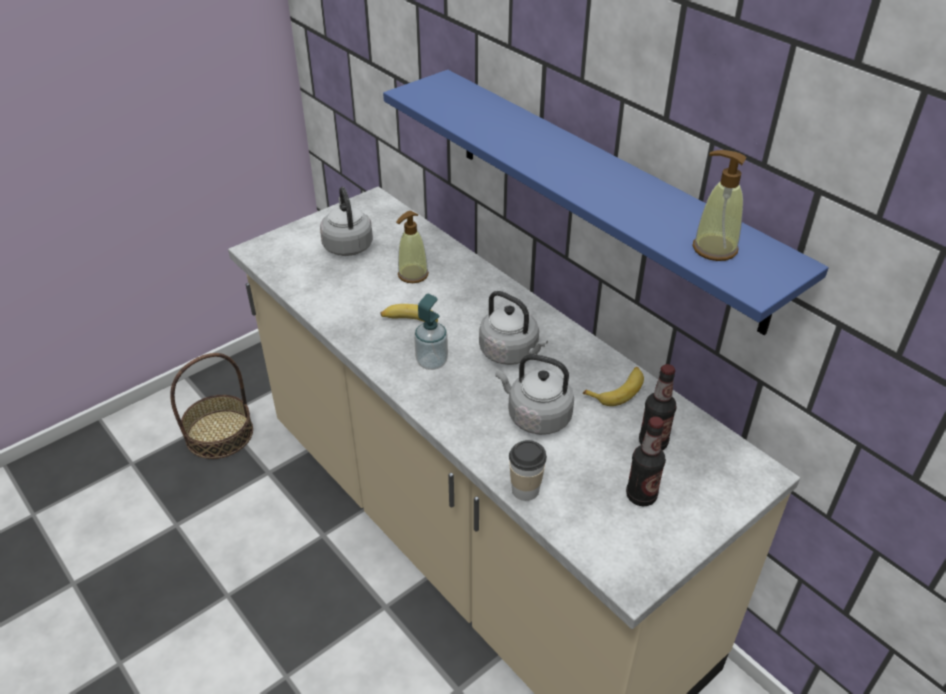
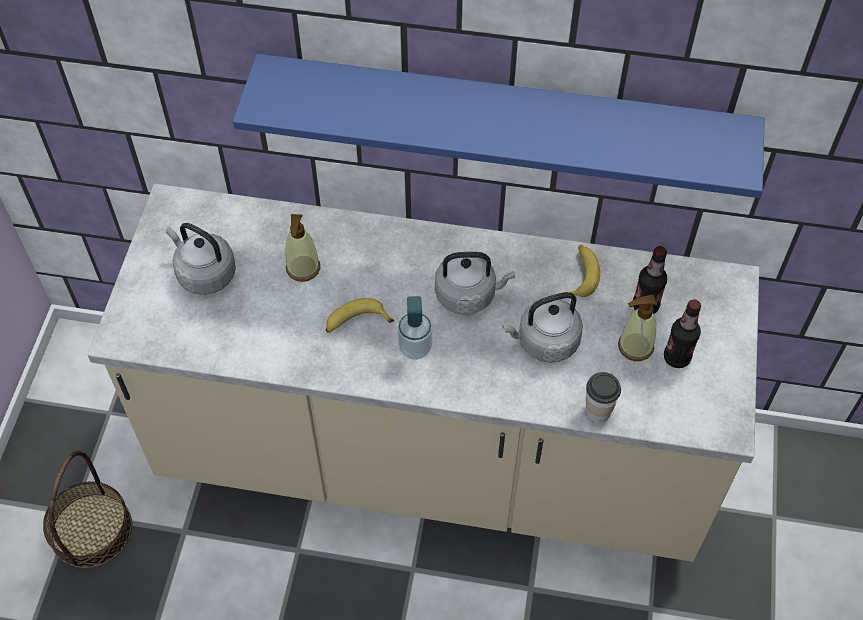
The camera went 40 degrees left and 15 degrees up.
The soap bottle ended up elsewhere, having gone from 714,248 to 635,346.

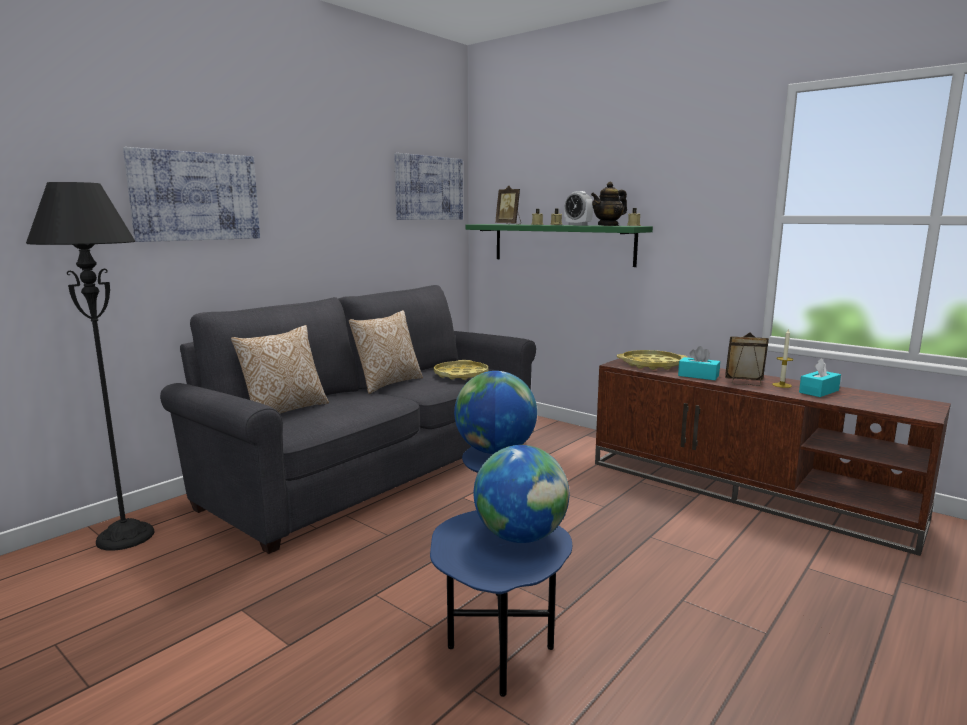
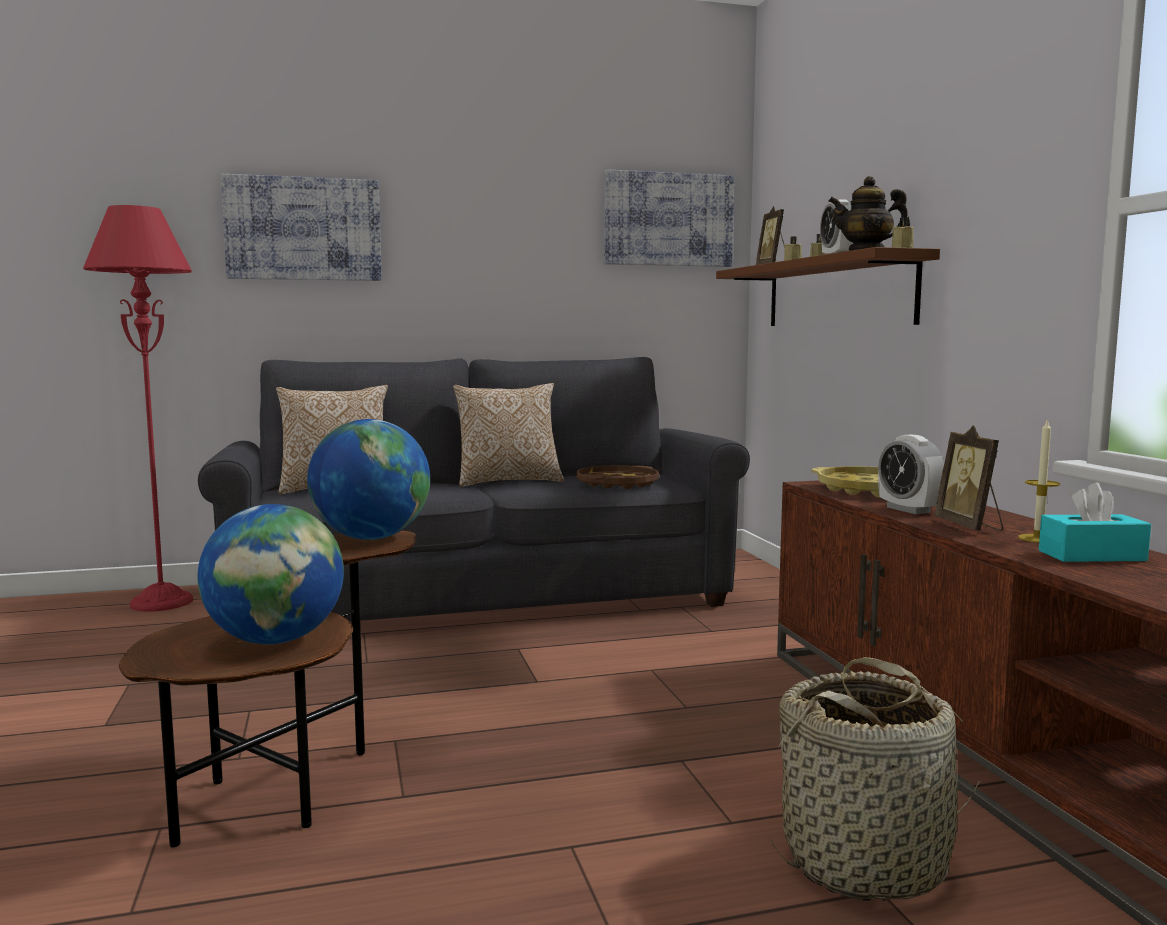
The camera went 35 degrees right and 5 degrees down.
The second view gained the basket at 866,860.
Where the turquoise tissue box stood at 698,376, the bedside clock came to stand at 908,510.
What was the black-coloured standing lamp at 125,537 turned into the reddish standing lamp at 162,602.
What was the bluish end table at 498,632 turned into the brownish end table at 286,789.
What was the yellow-coloured serving tray at 461,375 turned into the brownish serving tray at 617,484.
What was the green-coloured wall shelf at 561,244 turned into the brownish wall shelf at 836,293.
The standing frame at 744,382 ended up facing another way, 150 degrees counterclockwise from before.

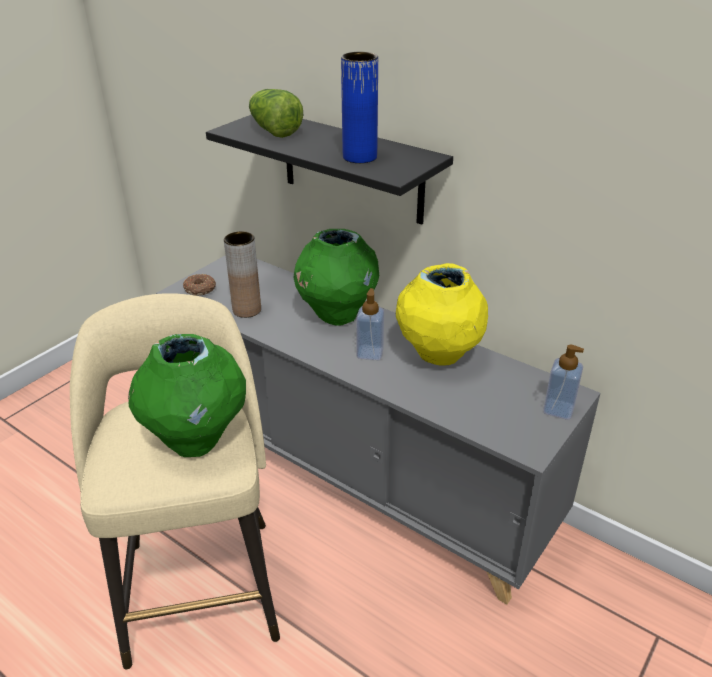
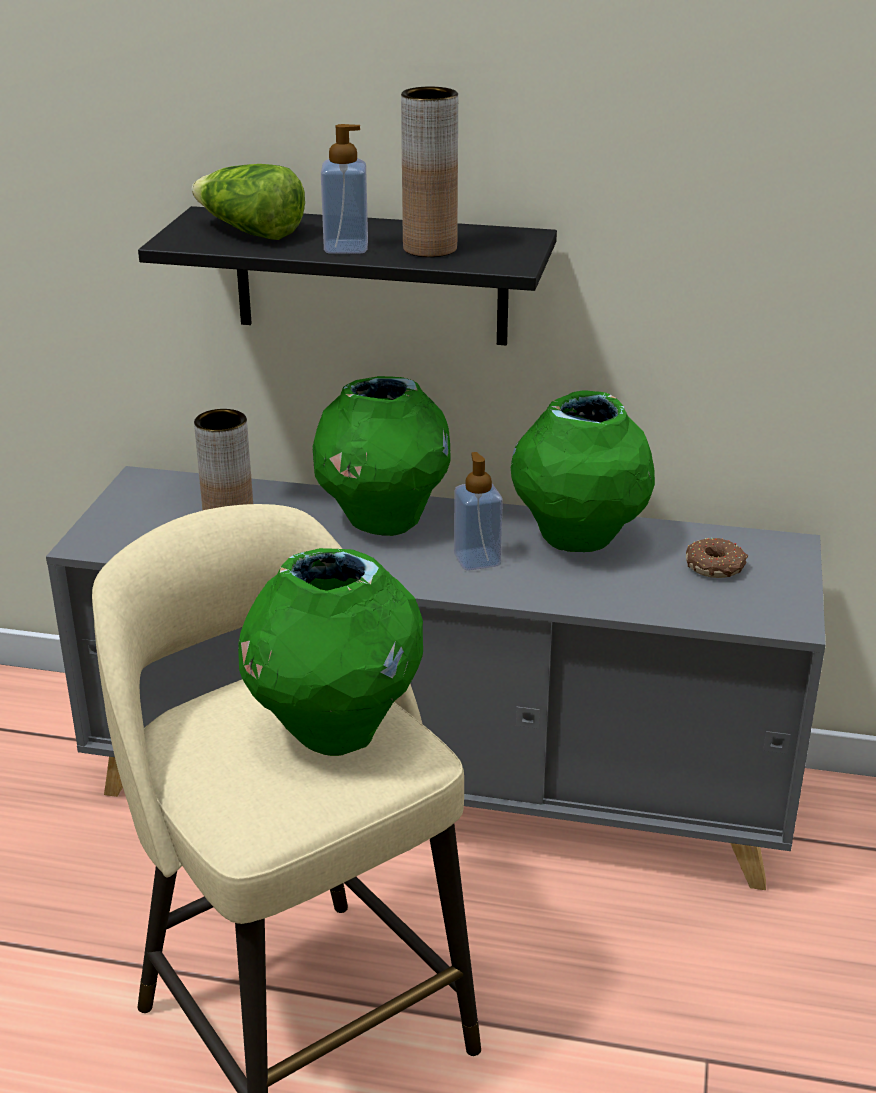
The camera went 25 degrees left and 5 degrees down.
The doughnut ended up elsewhere, having gone from 200,289 to 716,567.
The soap bottle ended up elsewhere, having gone from 558,409 to 346,248.
What was the bluish decorative vase at 359,157 turned into the brownish decorative vase at 430,249.
What was the yellow-coloured decorative vase at 439,356 turned into the green-coloured decorative vase at 578,540.

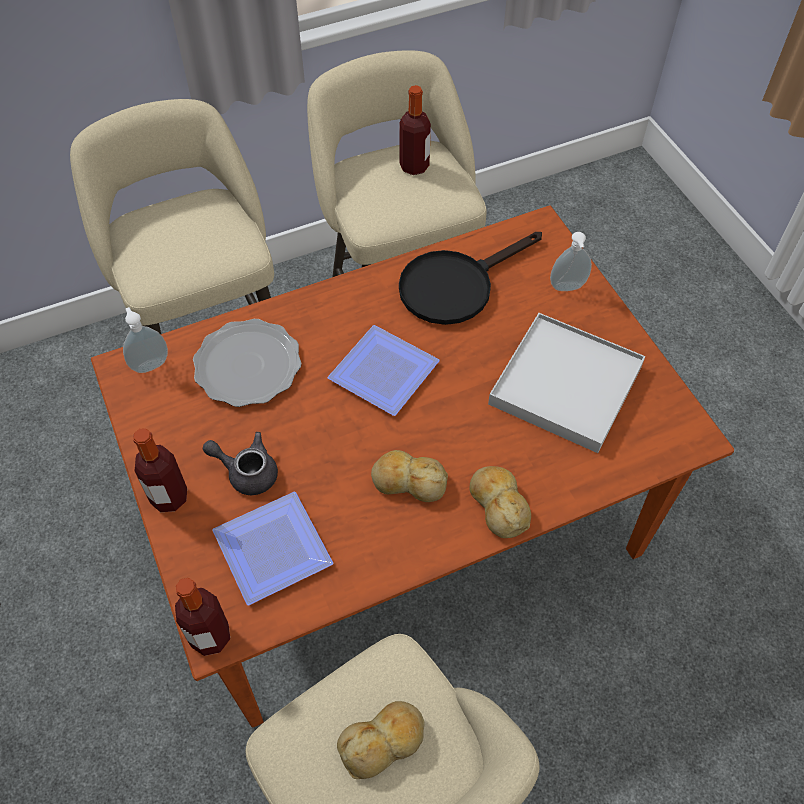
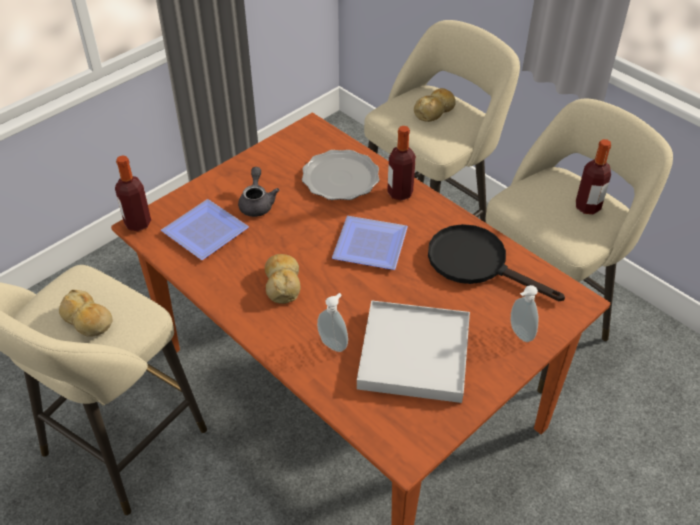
The camera went 70 degrees right and 10 degrees down.
The soap bottle ended up elsewhere, having gone from 150,364 to 334,343.
The drink bottle ended up elsewhere, having gone from 169,497 to 400,193.
The baked bread ended up elsewhere, having gone from 498,505 to 435,110.

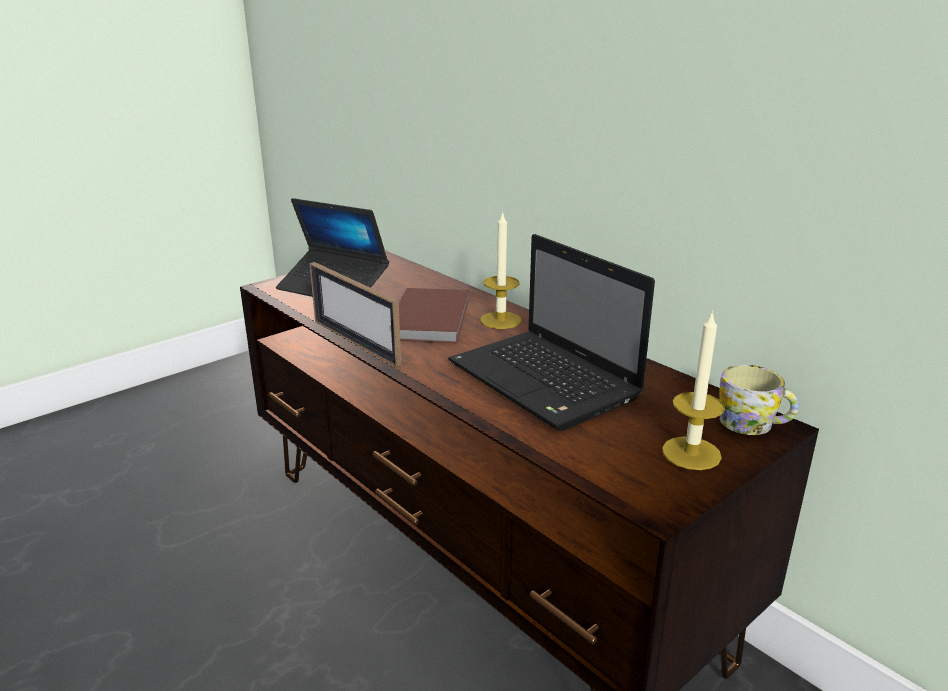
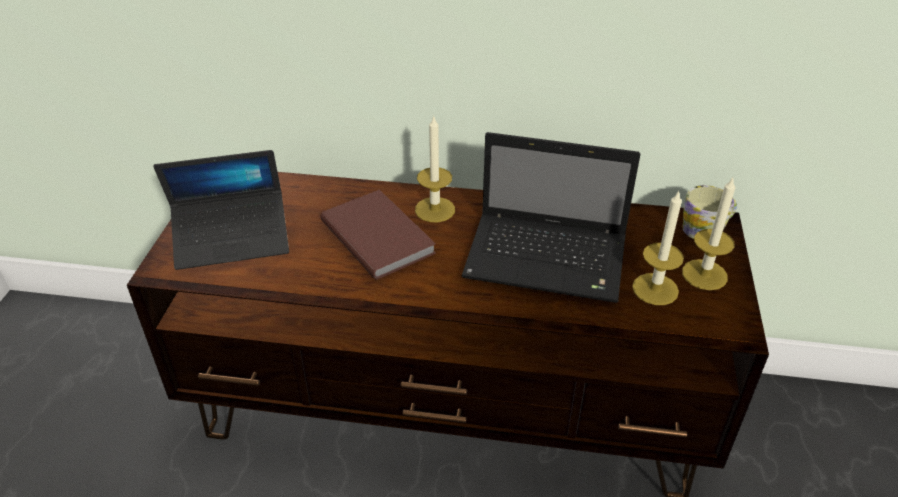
The camera went 40 degrees left and 15 degrees up.
The second view lost the standing frame at 355,342.
The second view gained the wax candle at 655,289.

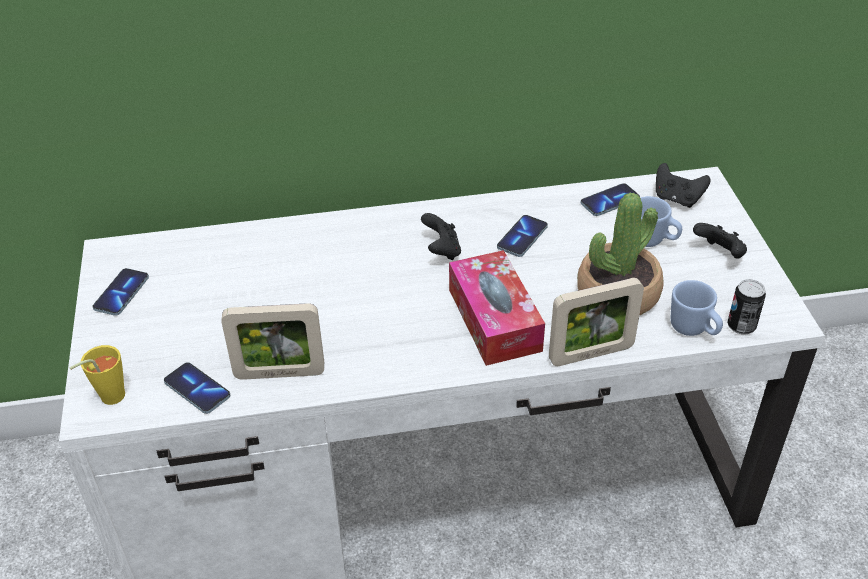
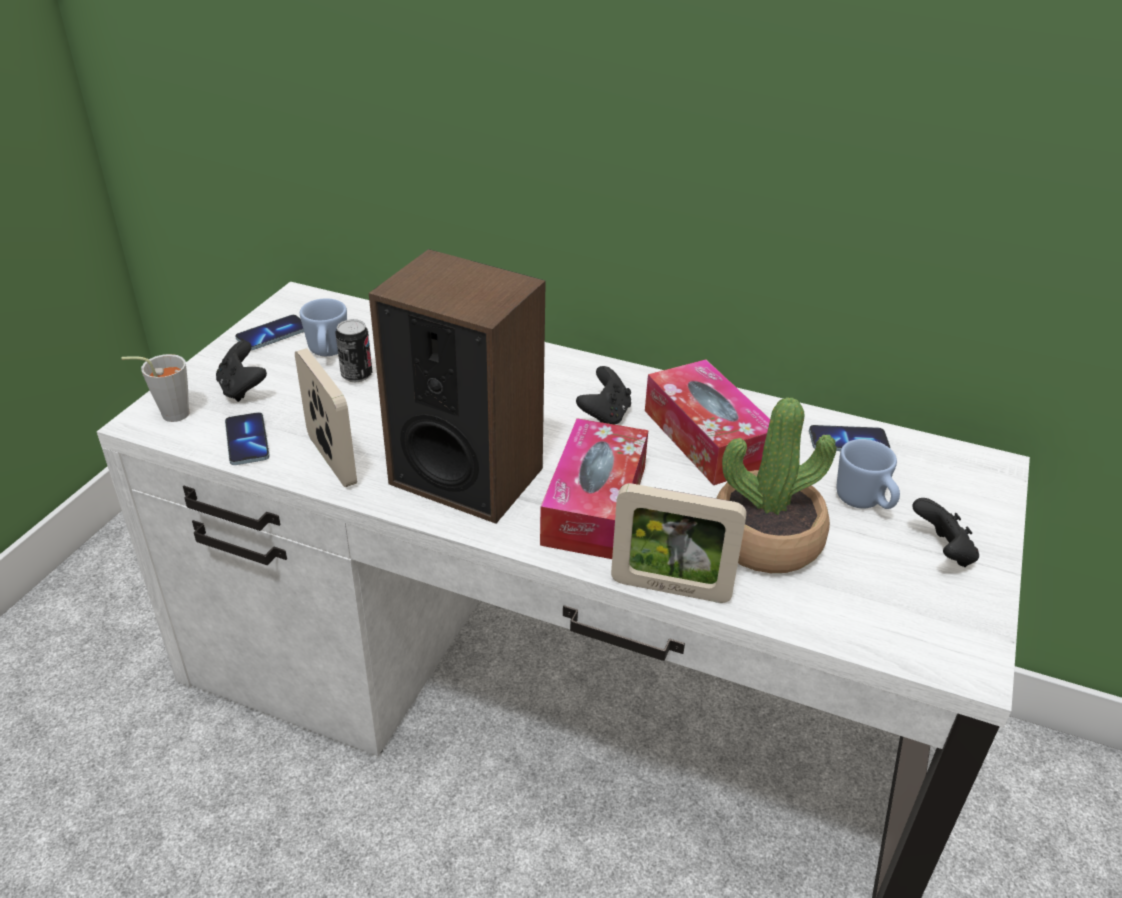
The camera went 30 degrees right and 5 degrees down.
The second view gained the speaker at 466,475.
The black-coloured game controller ended up elsewhere, having gone from 677,199 to 242,389.
The bluish mug ended up elsewhere, having gone from 693,330 to 327,353.
The can ended up elsewhere, having gone from 741,326 to 356,375.
Where the handset stood at 522,237, the tissue box came to stand at 707,437.
What was the yellow-coloured drinking cup at 107,398 turned into the gray drinking cup at 169,414.
The standing frame at 279,373 ended up facing another way, 150 degrees counterclockwise from before.

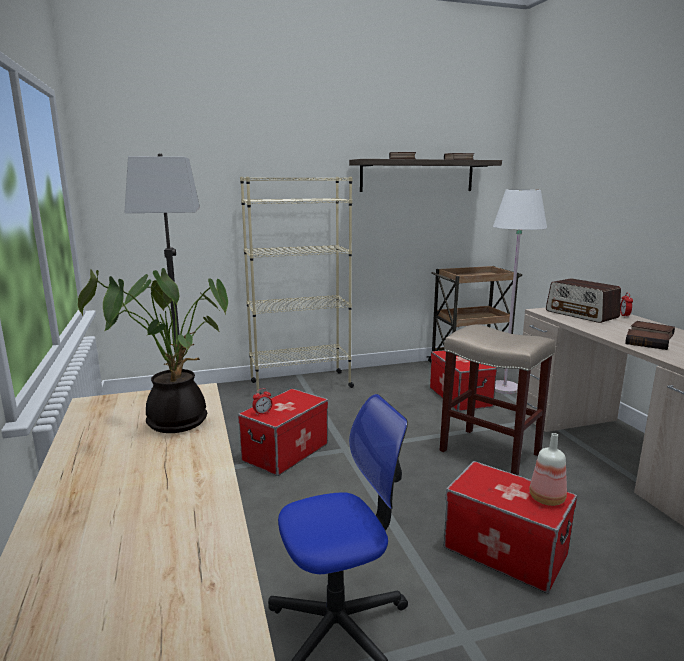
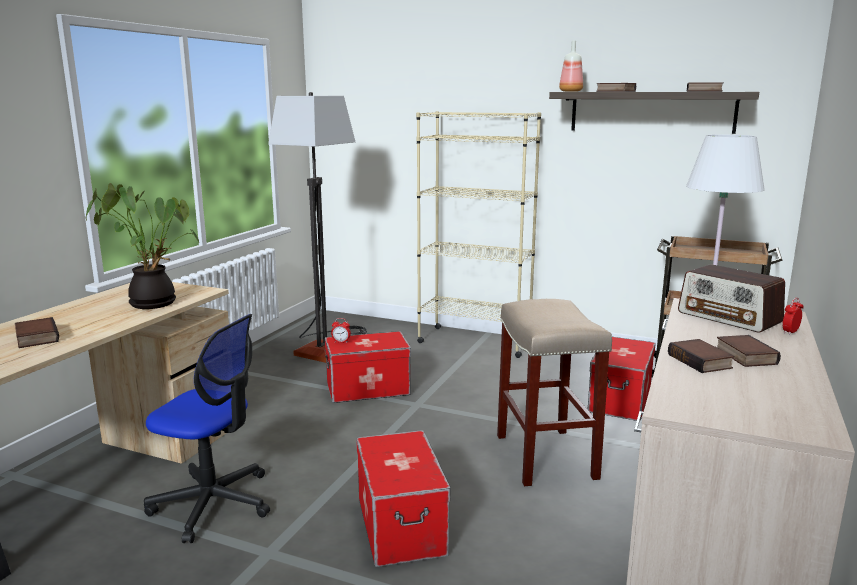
The camera went 40 degrees right and 0 degrees up.
The second view gained the book at 35,338.
The drink bottle ended up elsewhere, having gone from 548,499 to 571,91.
The radio at 581,314 ended up facing another way, 45 degrees counterclockwise from before.

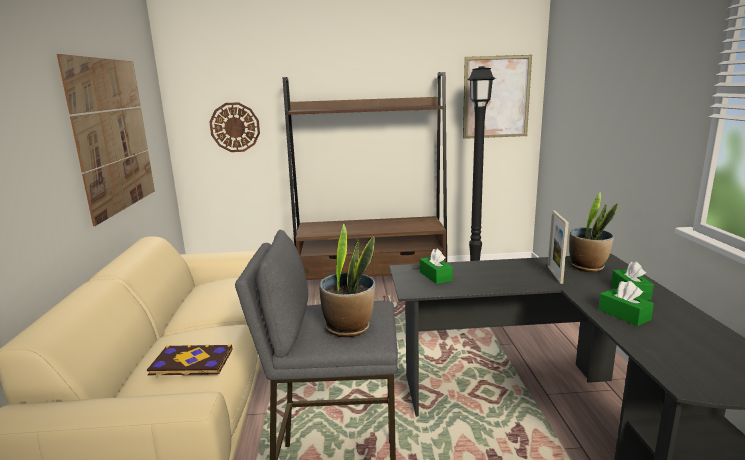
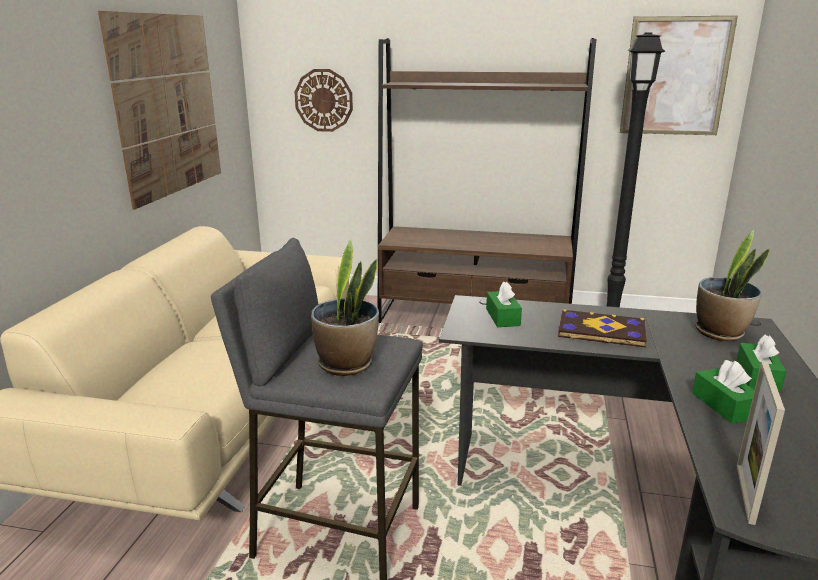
The camera went 15 degrees right and 5 degrees up.
The book ended up elsewhere, having gone from 191,363 to 601,331.
The standing frame ended up elsewhere, having gone from 554,274 to 745,493.

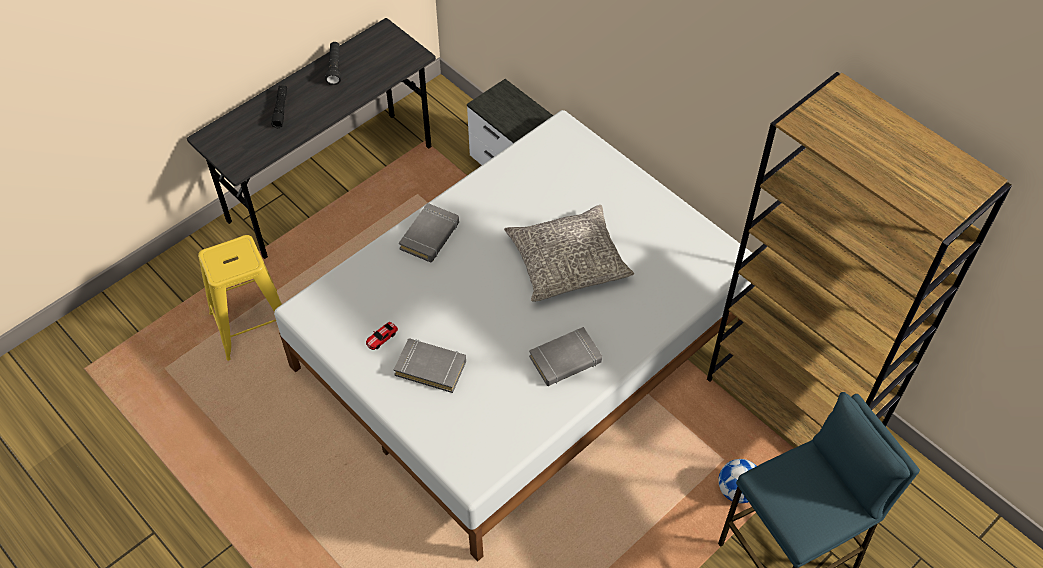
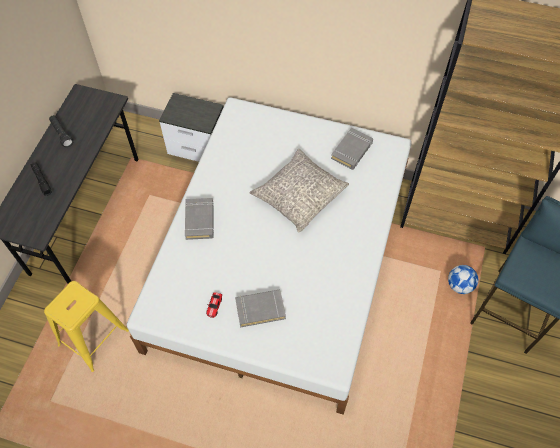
The camera went 30 degrees left and 5 degrees up.
The gray book ended up elsewhere, having gone from 565,360 to 352,151.

